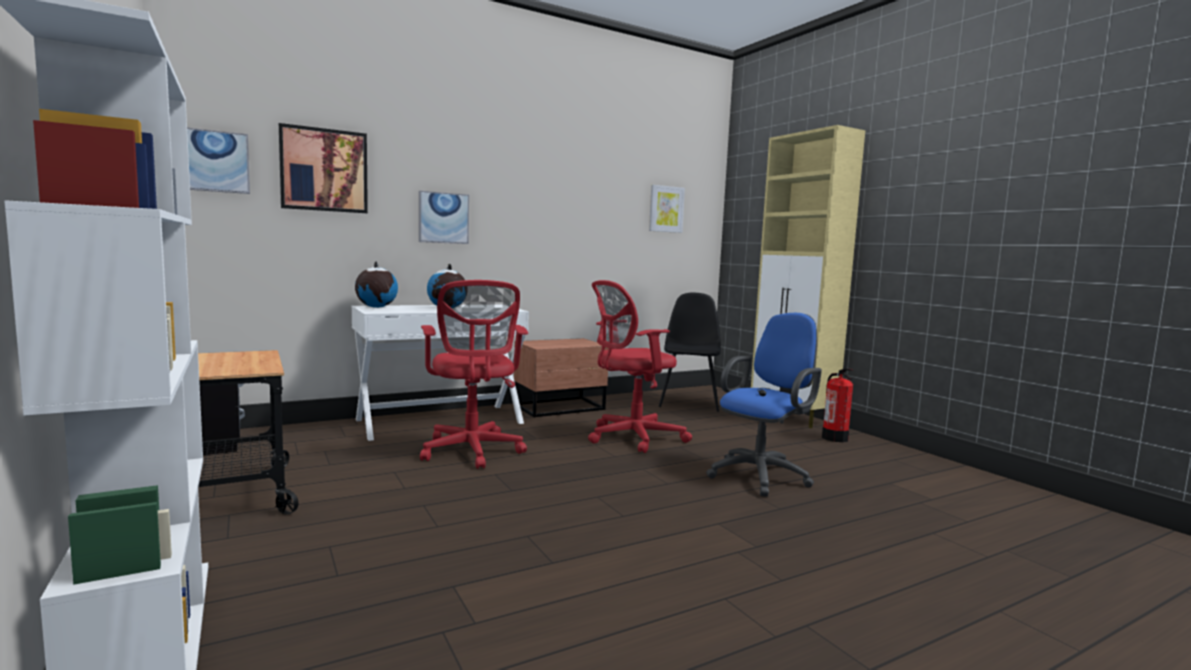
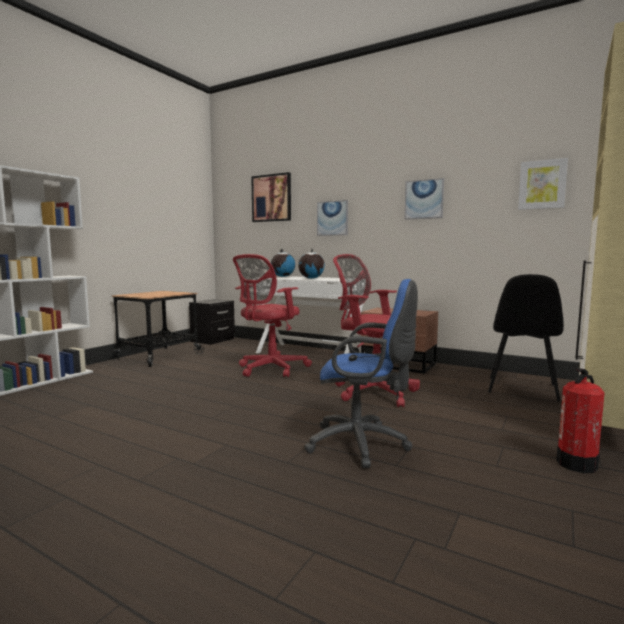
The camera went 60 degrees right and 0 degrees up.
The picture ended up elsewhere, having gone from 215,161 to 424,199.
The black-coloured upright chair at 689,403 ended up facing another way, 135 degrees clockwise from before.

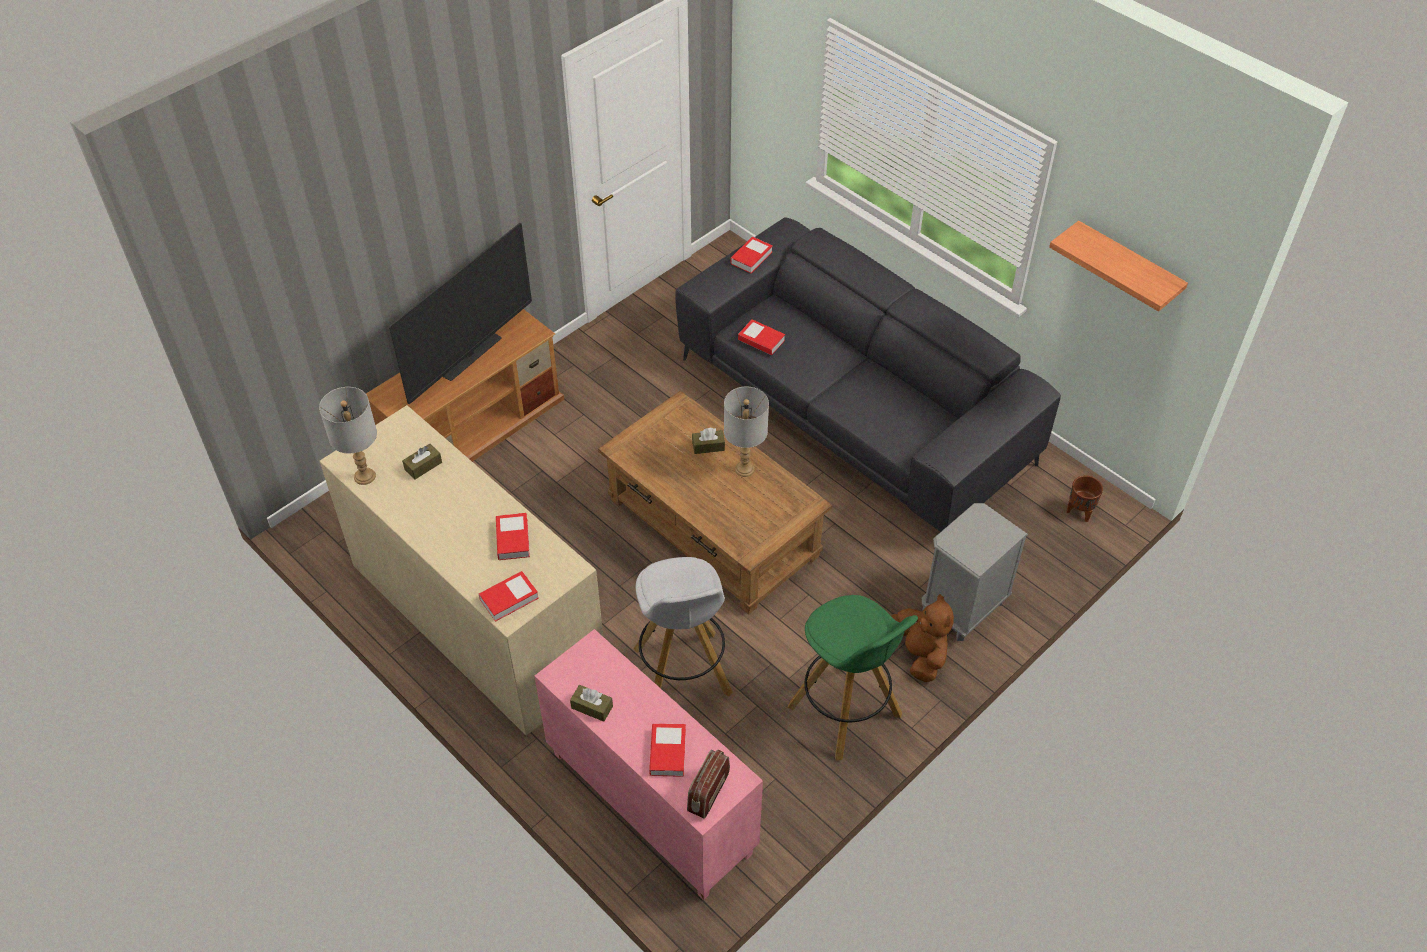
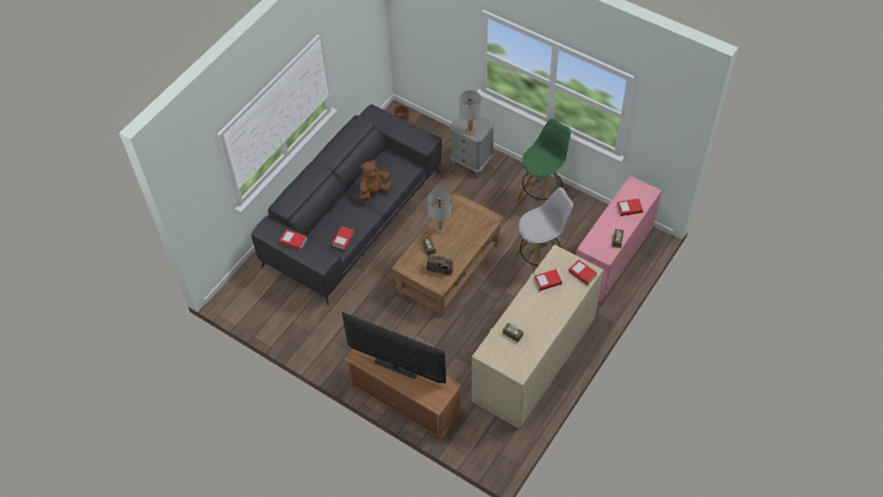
The camera went 100 degrees left and 5 degrees up.
The second view lost the wall shelf at 1127,267.
The gray lamp for a table ended up elsewhere, having gone from 365,476 to 470,131.
The radio ended up elsewhere, having gone from 708,792 to 440,270.
The brownish soft toy ended up elsewhere, having gone from 919,654 to 374,191.

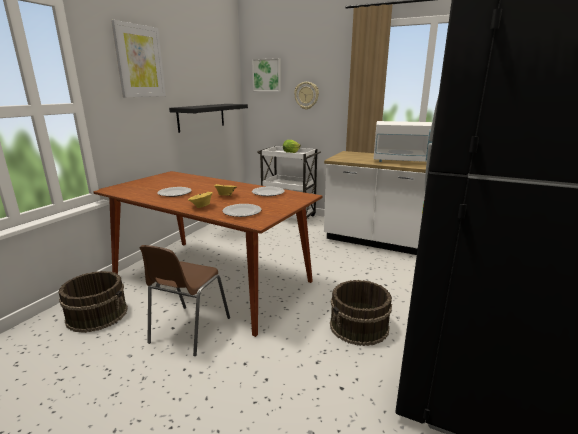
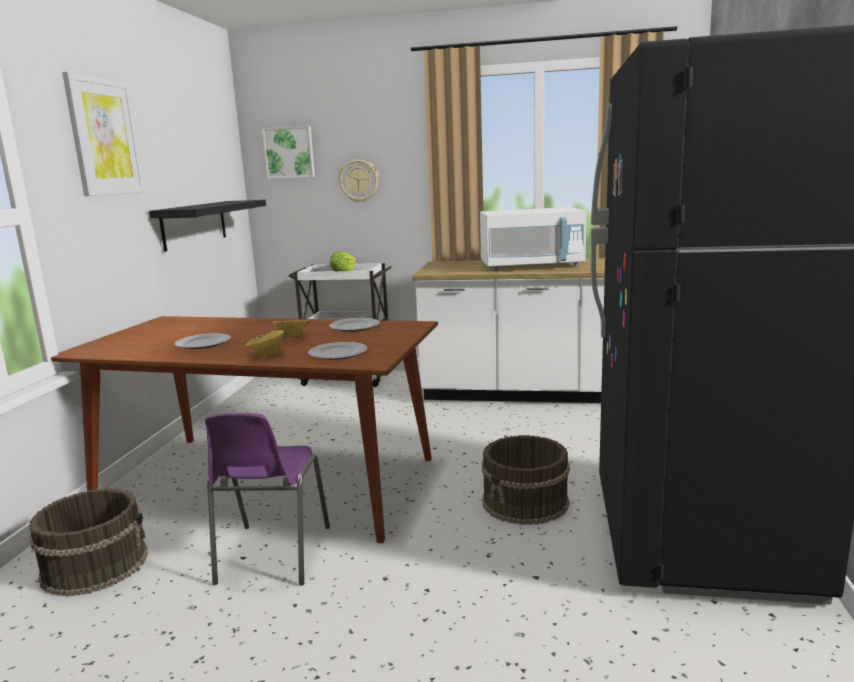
The camera went 15 degrees left and 5 degrees down.
What was the brownish upright chair at 188,331 turned into the purplish upright chair at 272,556.

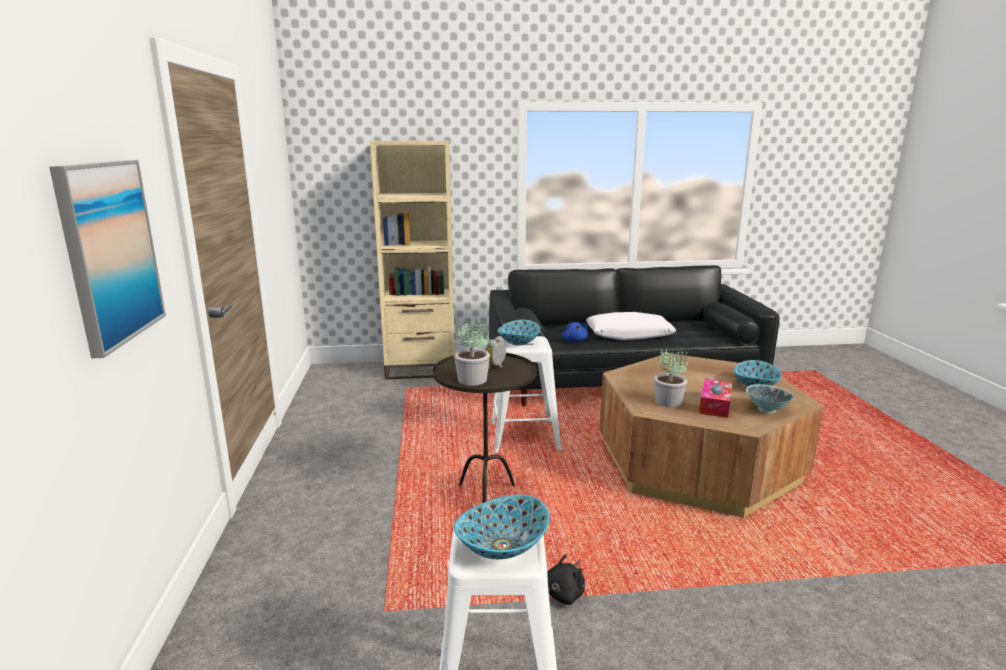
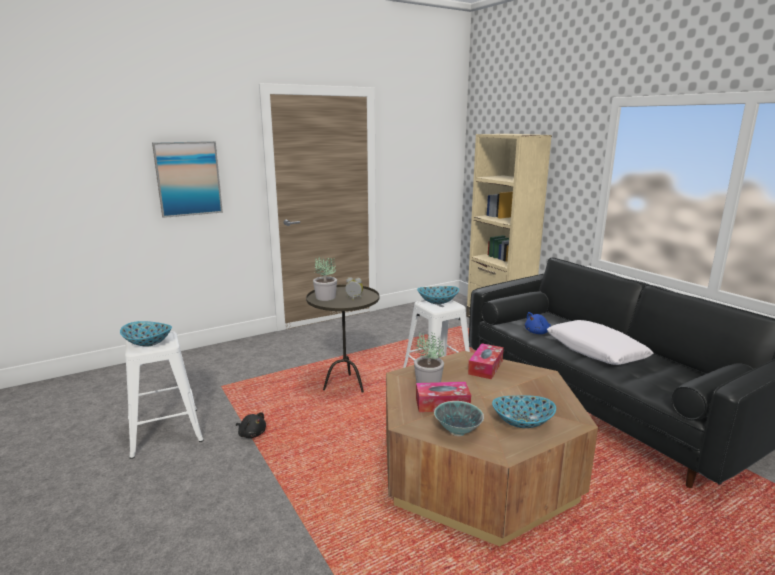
The camera went 65 degrees right and 0 degrees up.
The second view gained the tissue box at 485,367.

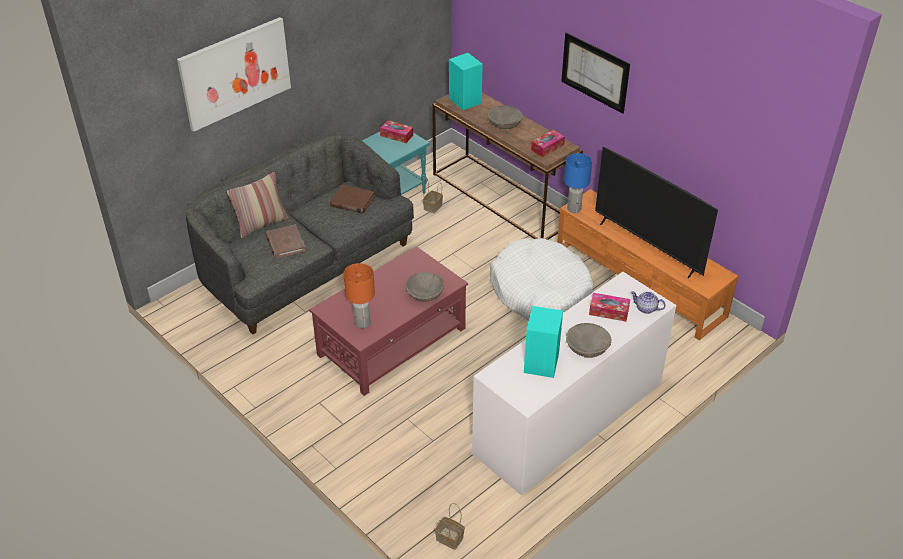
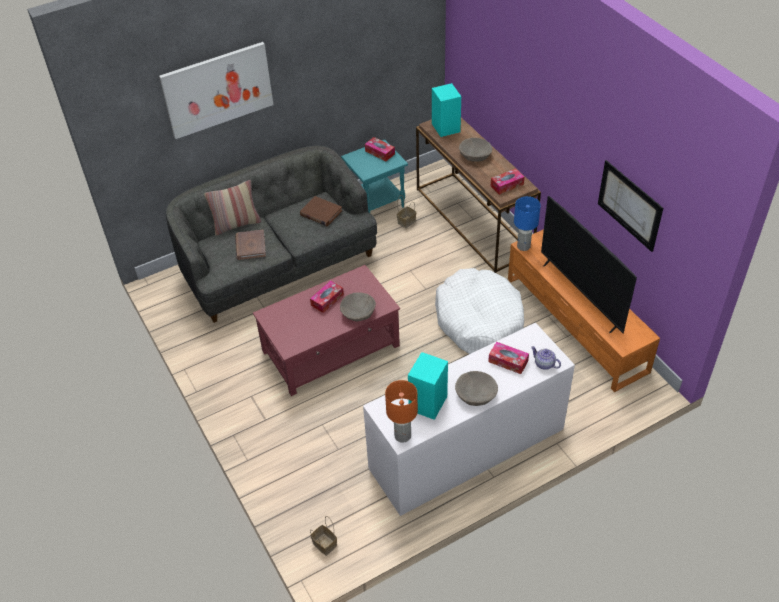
The camera went 15 degrees right and 5 degrees up.
The second view gained the tissue box at 327,300.
The orange lamp for a table ended up elsewhere, having gone from 362,323 to 403,436.
The picture ended up elsewhere, having gone from 595,72 to 629,205.

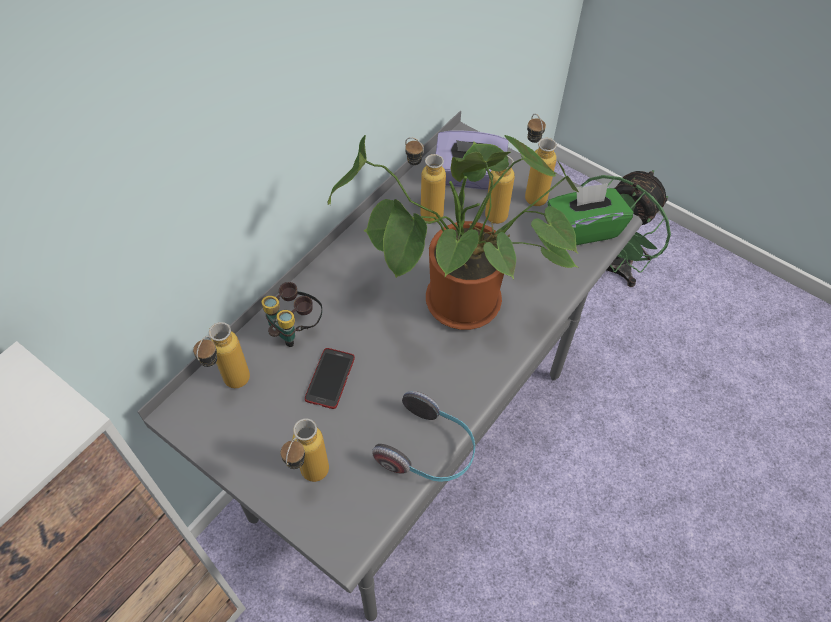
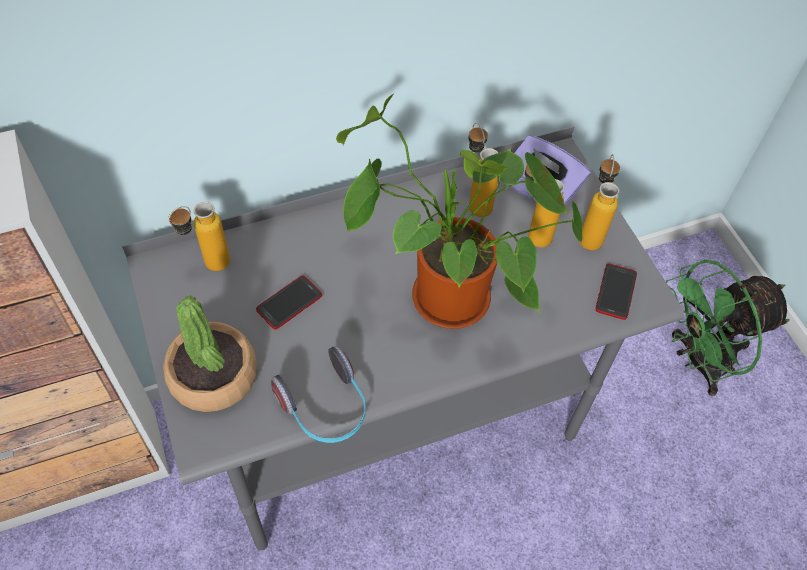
The camera went 30 degrees right and 0 degrees up.
The second view lost the binoculars at 295,329.
Where the drink bottle stood at 310,480, the potted plant came to stand at 214,375.
Where the green-coloured tissue box stood at 583,229, the handset came to stand at 615,292.

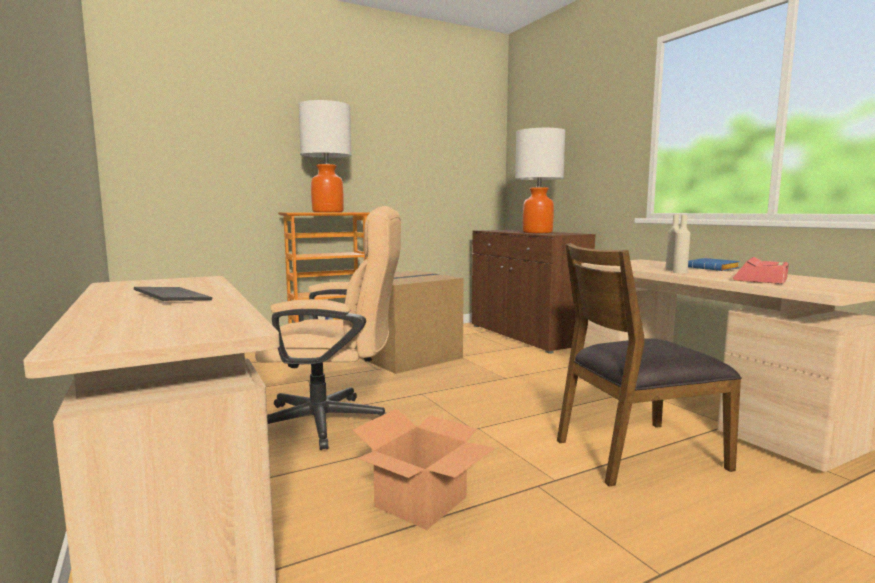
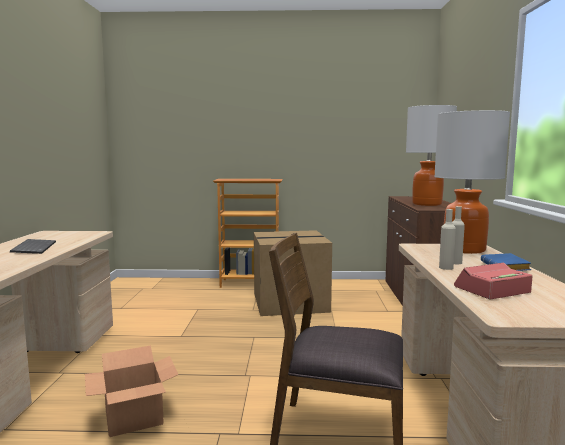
The camera went 30 degrees right and 0 degrees up.
The second view lost the sand-coloured office chair at 334,422.
The lamp for a table ended up elsewhere, having gone from 327,212 to 463,249.

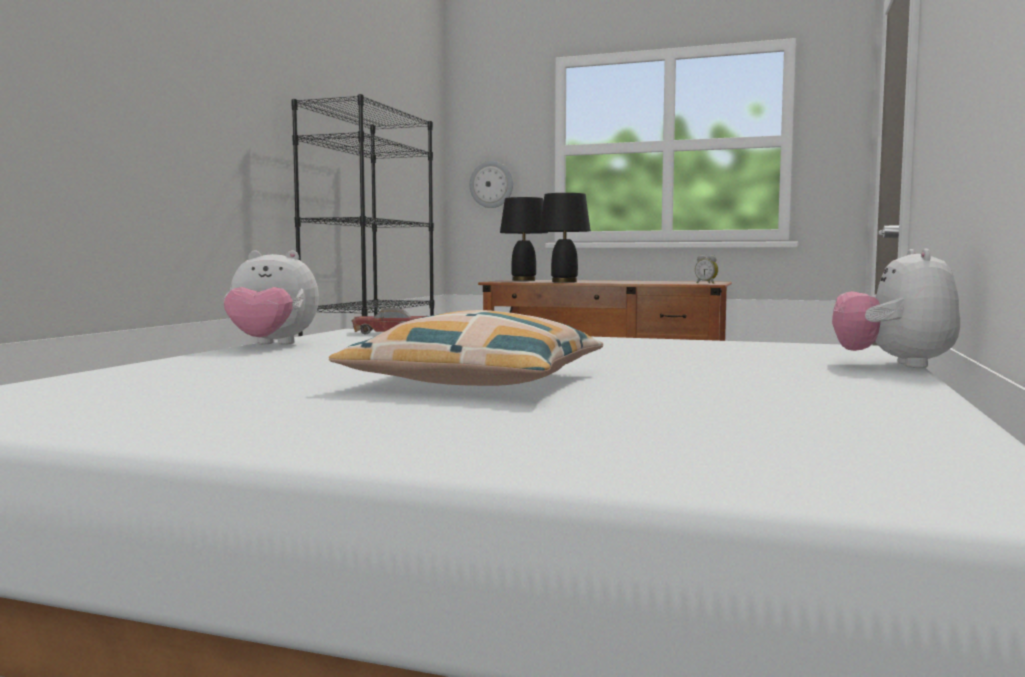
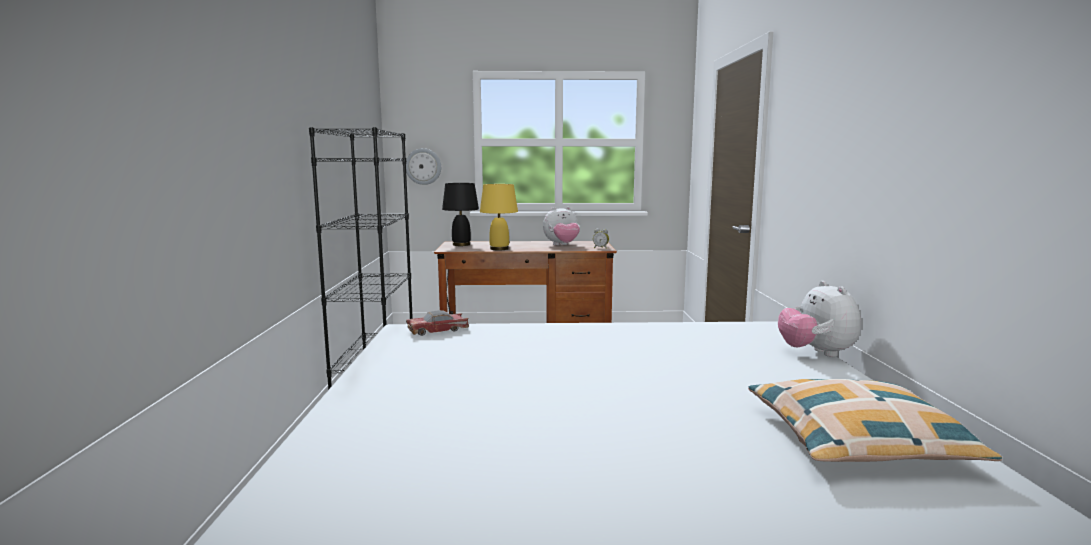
The camera went 20 degrees left and 5 degrees up.
The soft toy ended up elsewhere, having gone from 271,345 to 562,245.
The cushion ended up elsewhere, having gone from 476,381 to 856,440.
What was the black-coloured lamp for a table at 564,282 turned into the yellow-coloured lamp for a table at 499,249.

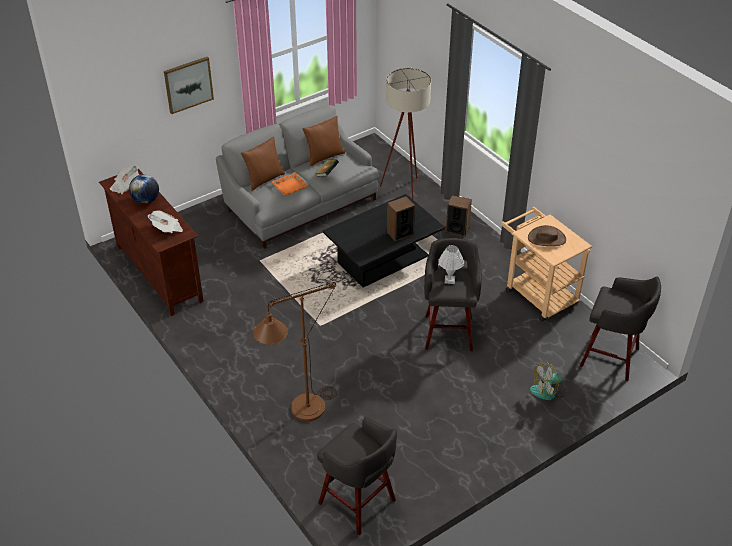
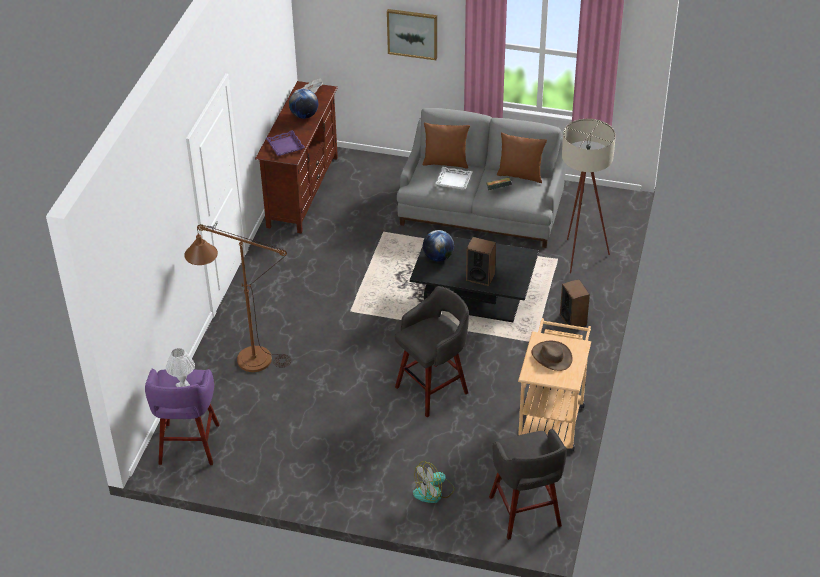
The camera went 50 degrees right and 0 degrees up.
The second view gained the world globe at 438,257.
The white-coloured lamp for a table ended up elsewhere, having gone from 449,280 to 183,386.
Where the daily paper stood at 167,229, the purplish serving tray came to stand at 285,146.
What was the orange serving tray at 290,186 turned into the white-coloured serving tray at 453,181.
What was the gray stool at 359,503 turned into the purplish stool at 188,446.
The electric fan at 548,391 ended up facing another way, 60 degrees counterclockwise from before.

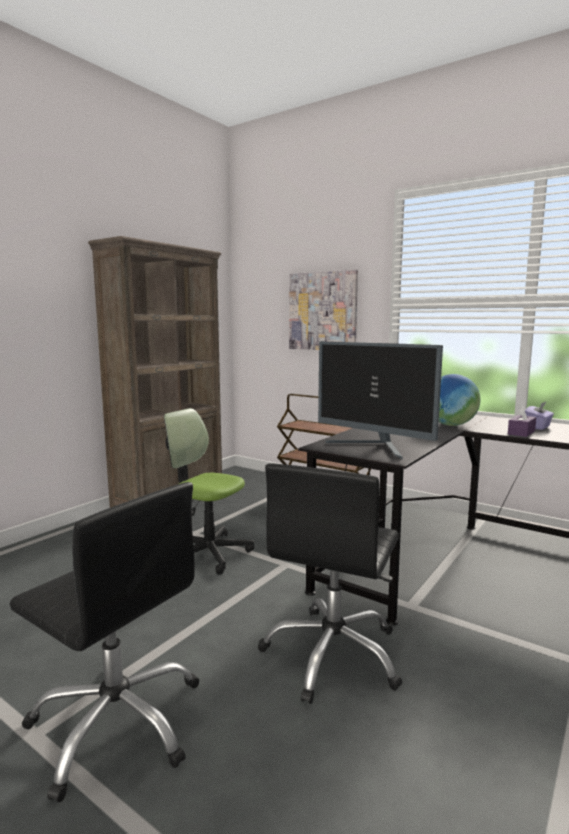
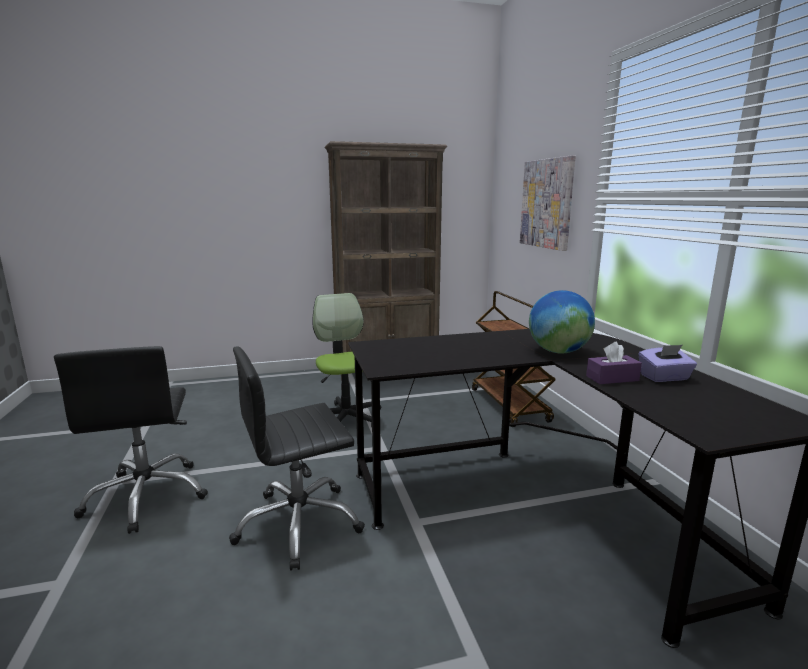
The camera went 40 degrees right and 5 degrees up.
The second view lost the computer display at 374,447.

